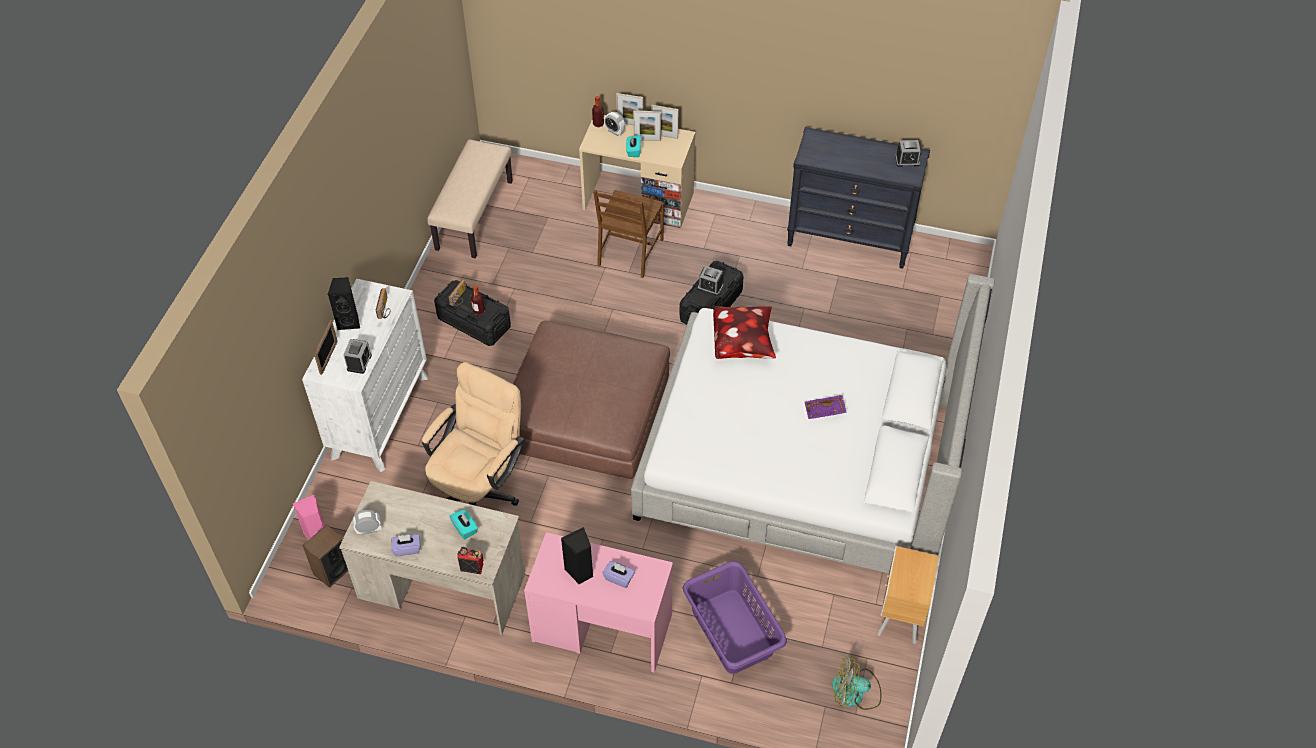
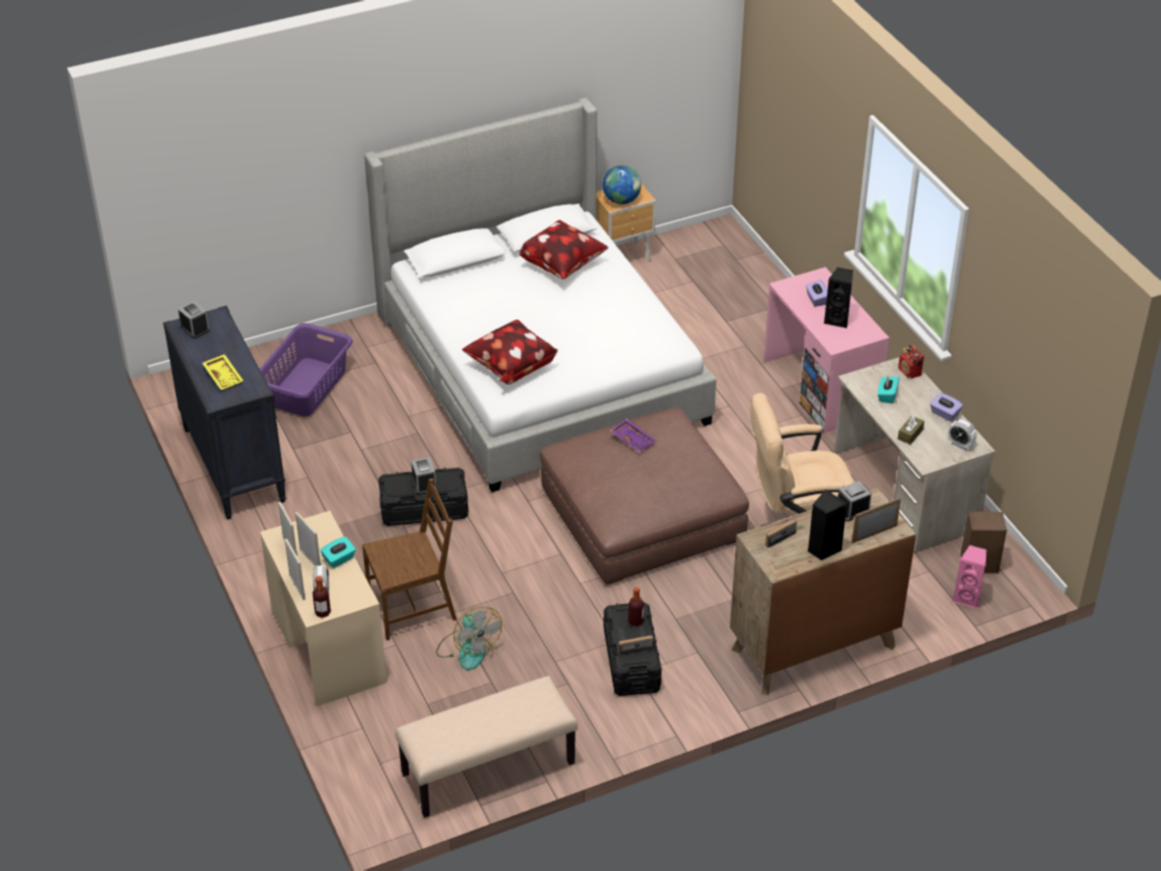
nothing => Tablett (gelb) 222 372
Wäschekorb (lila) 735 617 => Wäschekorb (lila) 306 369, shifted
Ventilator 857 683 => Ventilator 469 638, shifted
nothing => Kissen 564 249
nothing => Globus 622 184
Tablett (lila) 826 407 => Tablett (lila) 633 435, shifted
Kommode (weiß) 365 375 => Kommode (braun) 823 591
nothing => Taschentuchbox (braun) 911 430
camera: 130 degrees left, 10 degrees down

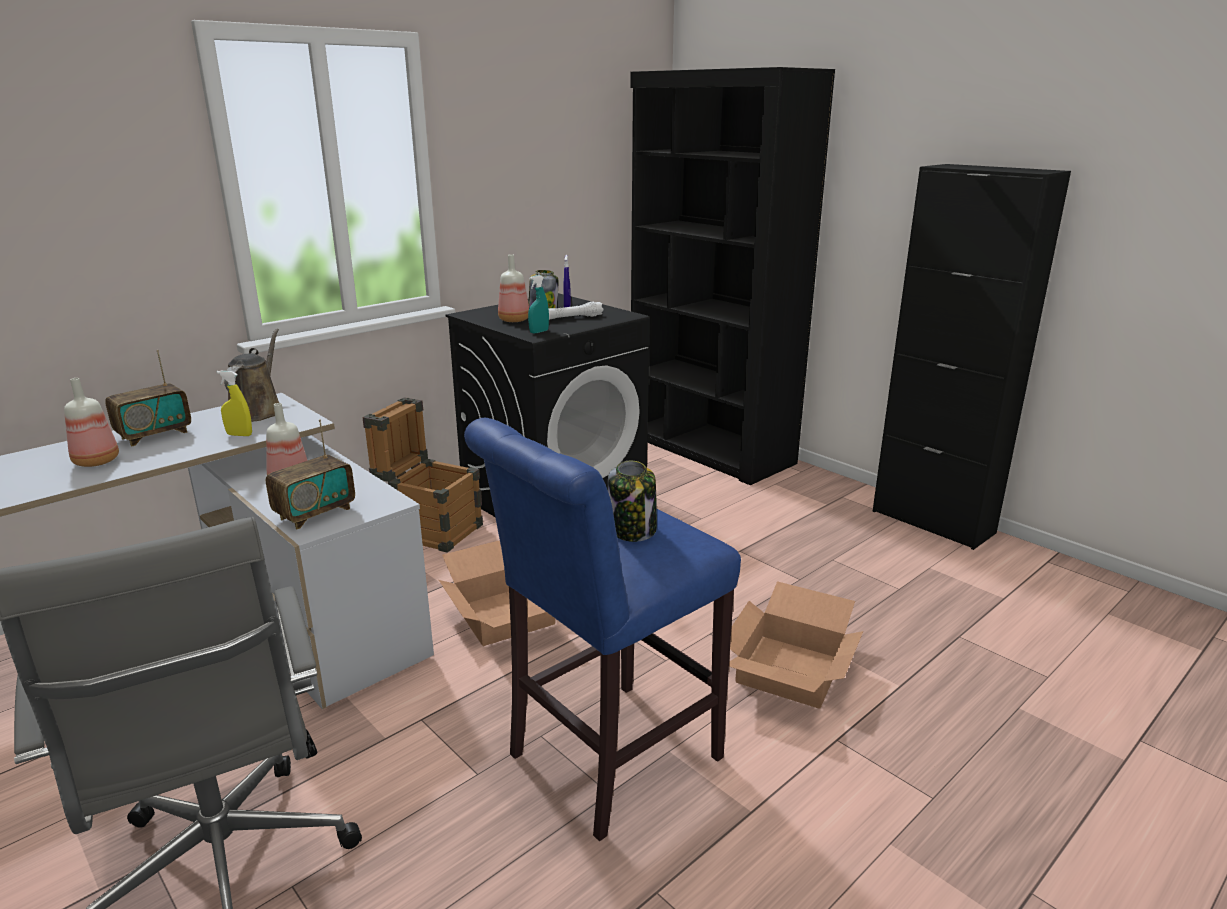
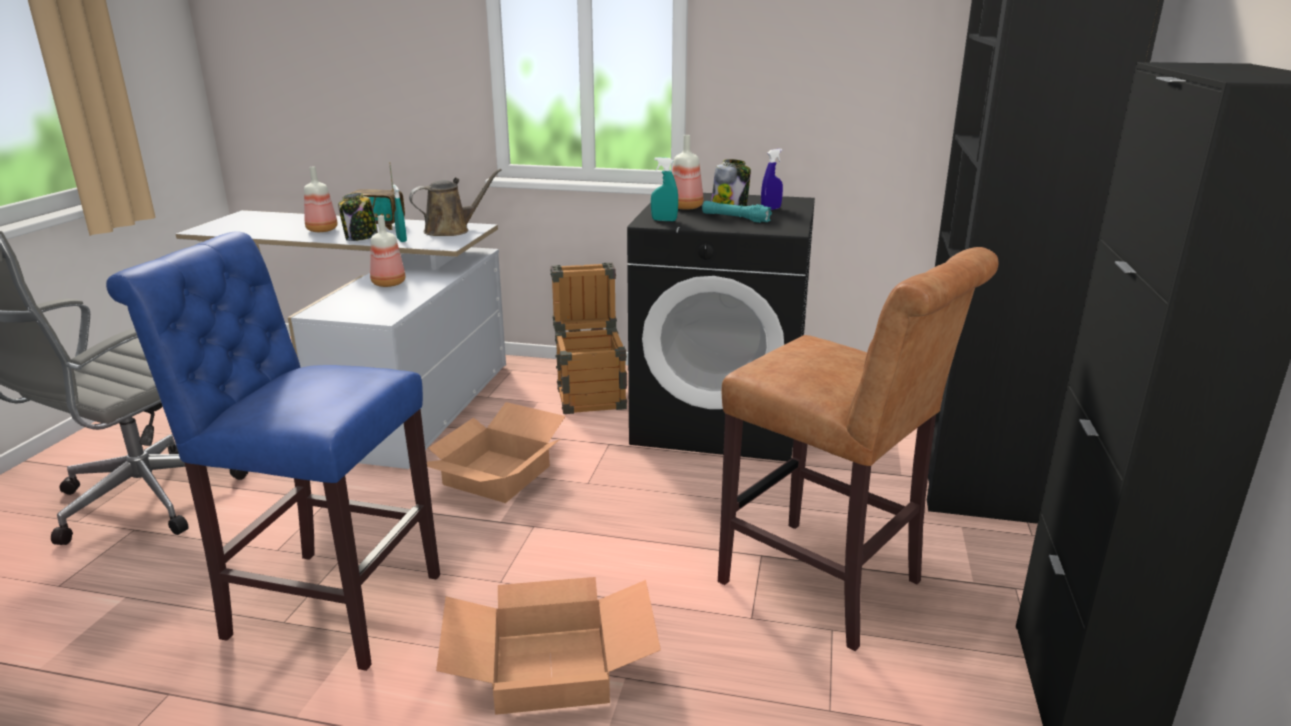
Vorratsglas 632 501 => Vorratsglas 358 217, shifted
Sprühflasche (gelb) 234 403 => Sprühflasche (türkis) 400 213
Taschenlampe (weiß) 576 310 => Taschenlampe (türkis) 737 212
nothing => Hocker (braun) 858 449
Radio 310 474 => nothing
camera: 55 degrees right, 0 degrees up

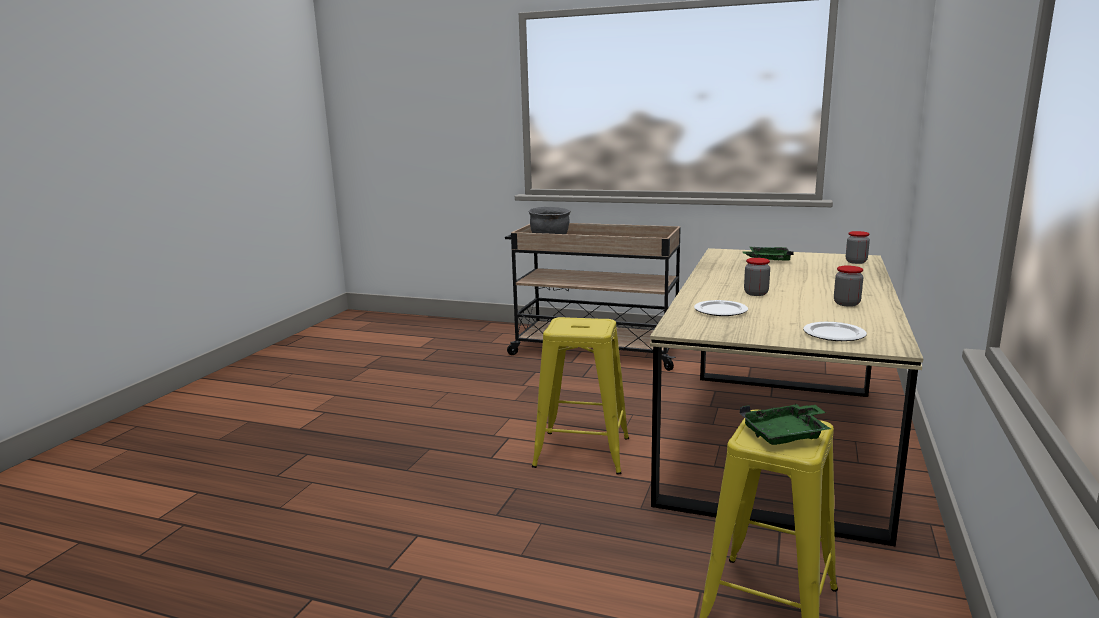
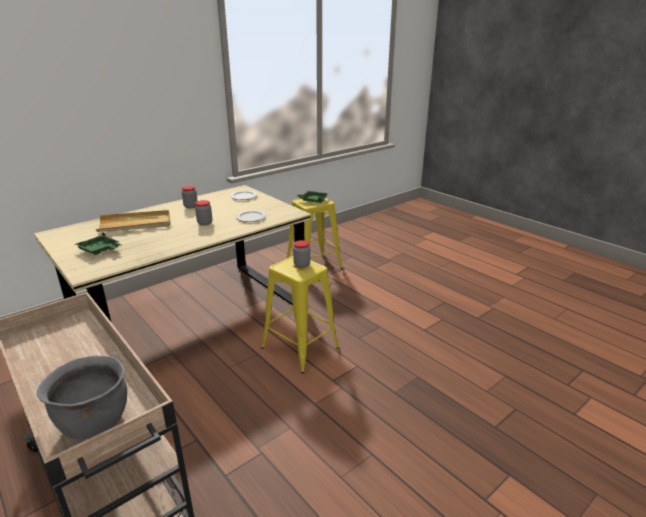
nothing => Tablett (beige) 133 221
Vorratsglas 858 247 => Vorratsglas 301 254, shifted
camera: 150 degrees left, 10 degrees up

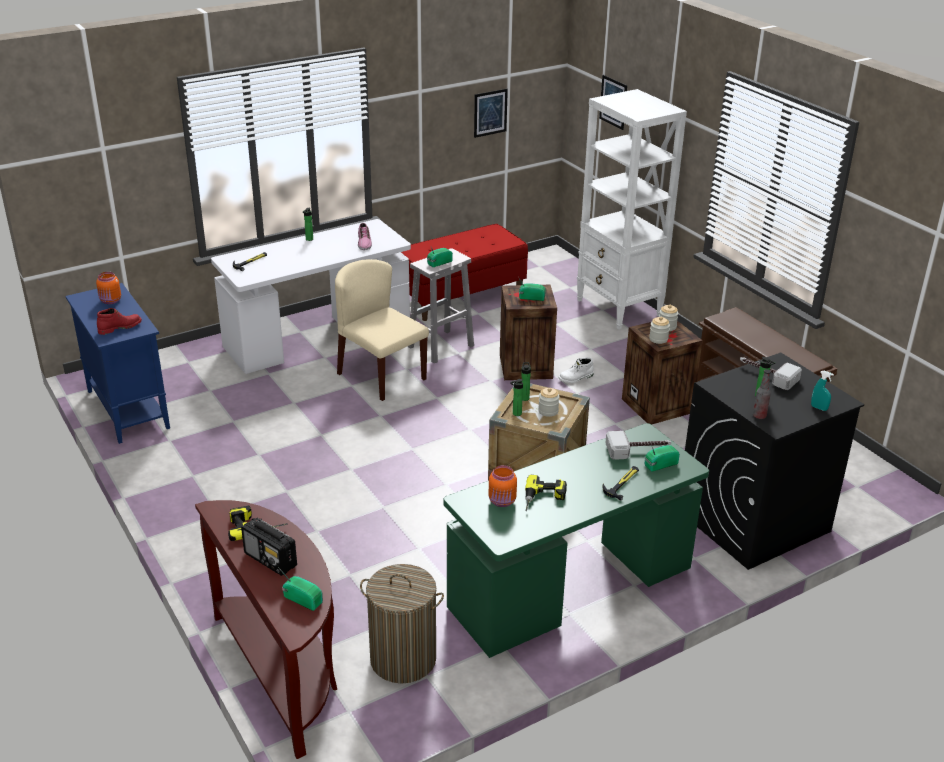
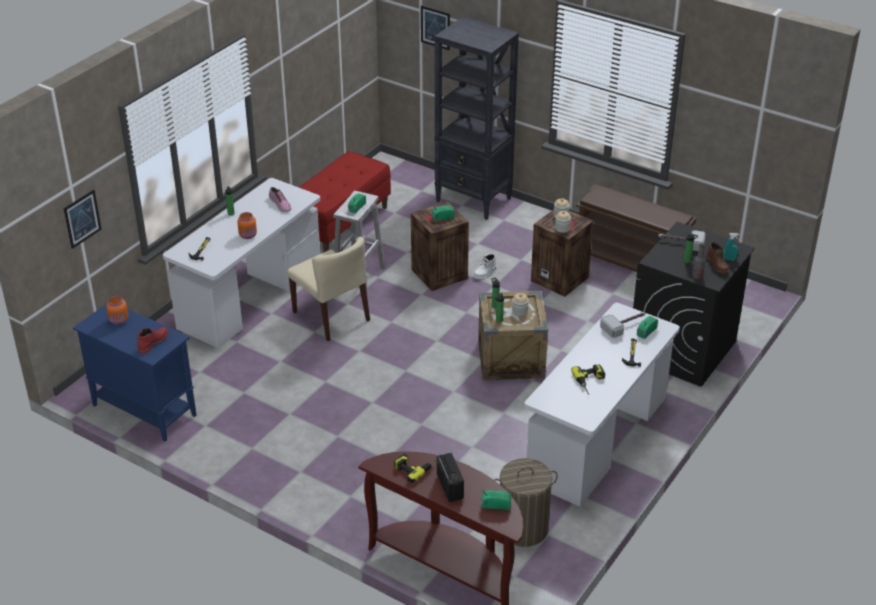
Bild 491 113 => Bild 82 219, shifted
Vorratsglas (orange) 502 486 => Vorratsglas (orange) 247 225, shifted
Stuhl (beige) 382 330 => Stuhl (beige) 328 289, 150 degrees counterclockwise
Bücherregal (weiß) 632 209 => Bücherregal (schwarz) 476 118
Radio 269 547 => Radio 450 477, 120 degrees counterclockwise
Schreibtisch (grün) 576 540 => Schreibtisch (weiß) 602 405
nothing => Stiefel (braun) 717 258
camera: 25 degrees left, 5 degrees up

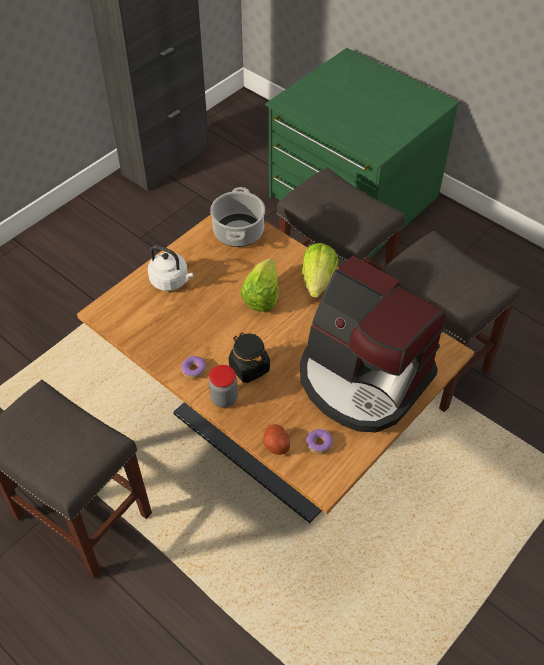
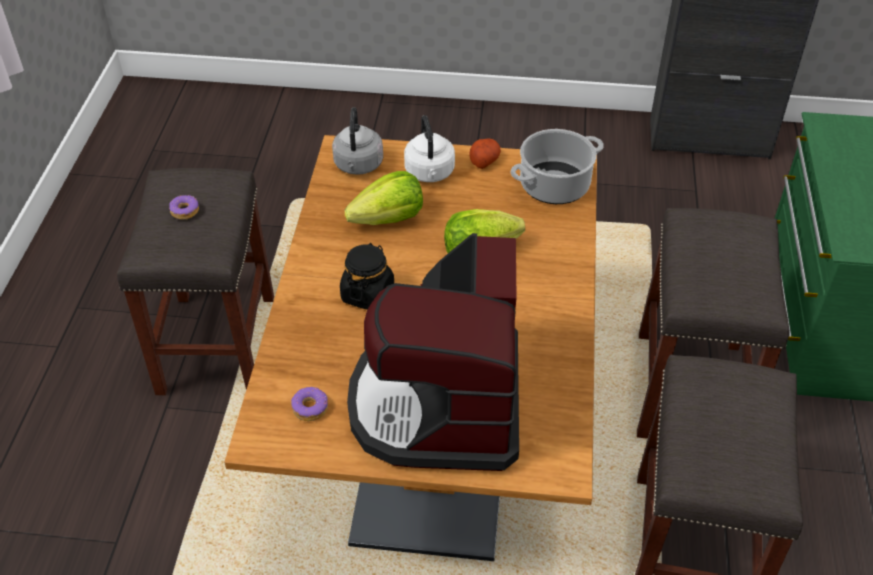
Donut 193 367 => Donut 184 207, shifted
nothing => Wasserkessel (grau) 357 141
Salatkopf 320 270 => Salatkopf 384 198, shifted
Kartoffel 276 439 => Kartoffel 485 153, shifted
Vorratsglas 223 386 => nothing
camera: 55 degrees right, 5 degrees down

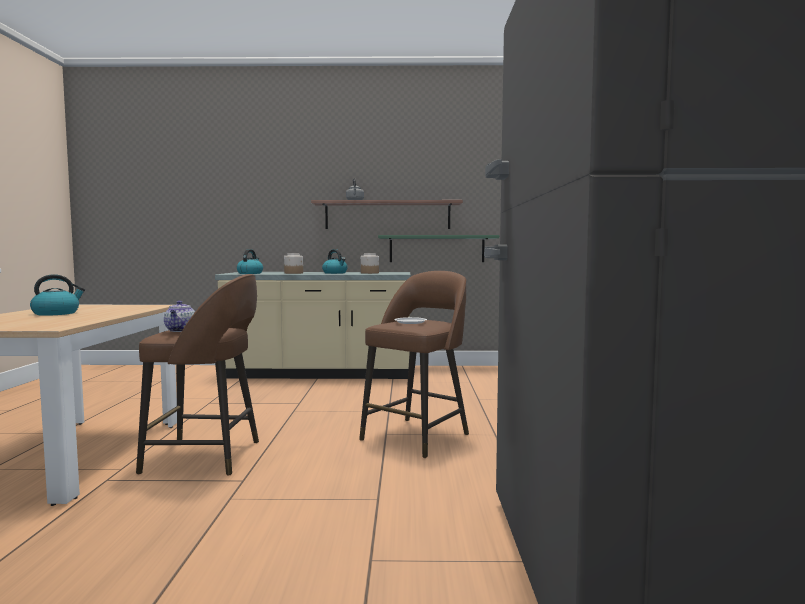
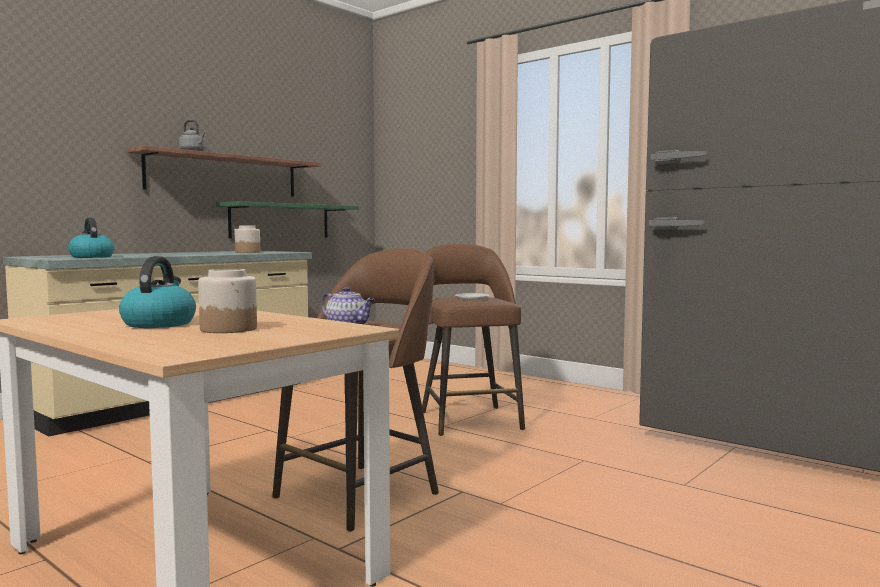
Vorratsglas 293 263 => Vorratsglas 227 301, shifted
Wasserkessel 334 261 => nothing
camera: 50 degrees left, 0 degrees up

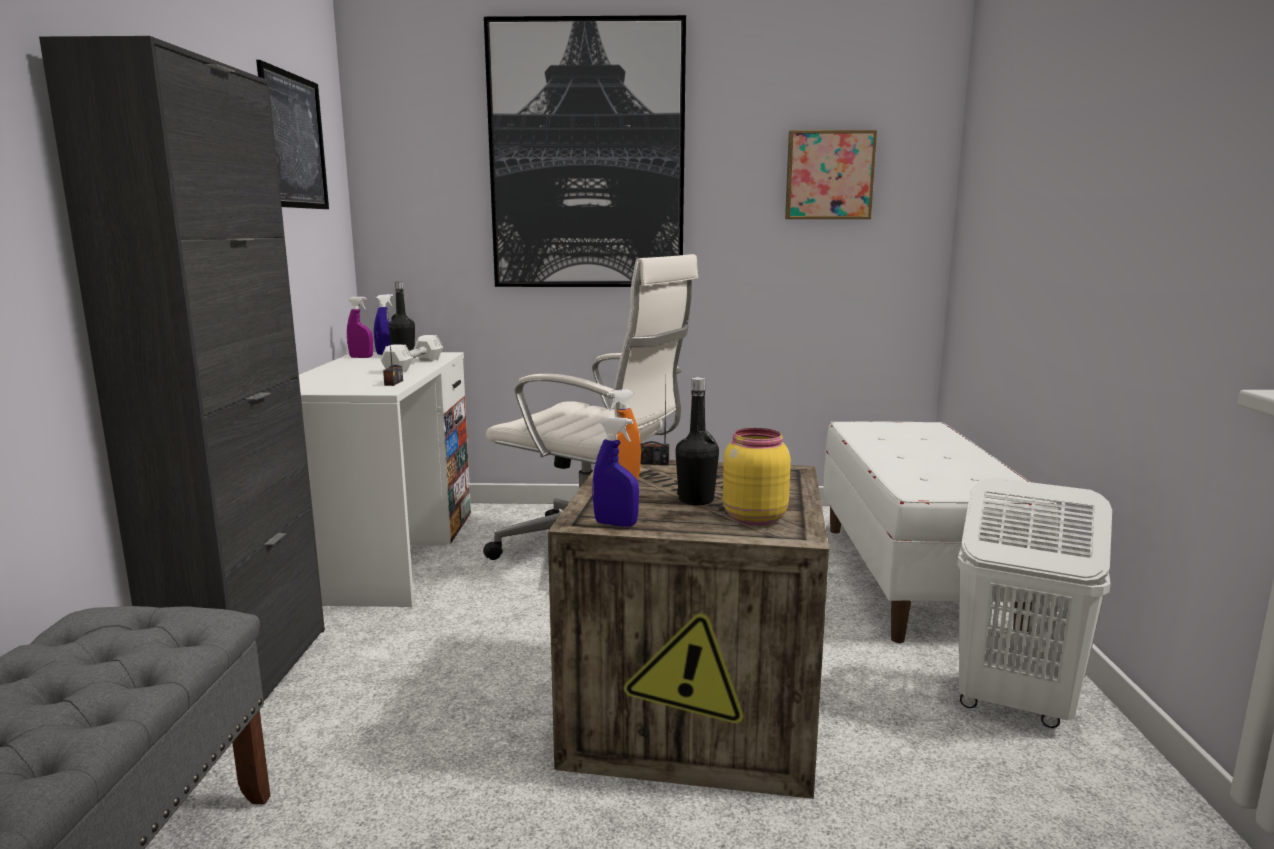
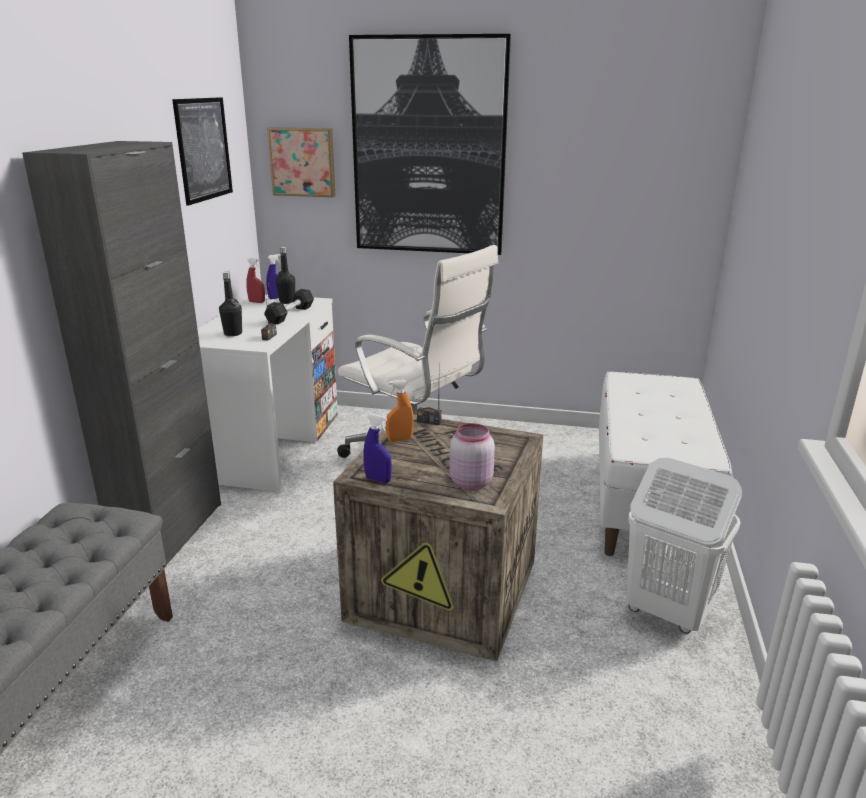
Flasche (schwarz) 697 441 => Flasche (schwarz) 230 304, shifted
Sprühflasche (lila) 360 327 => Sprühflasche (rot) 255 280
Hantel (weiß) 411 353 => Hantel (schwarz) 289 306
Bild 831 174 => Bild 301 162, shifted
Vorratsglas (gelb) 757 477 => Vorratsglas (rosa) 472 456
camera: 10 degrees right, 10 degrees up

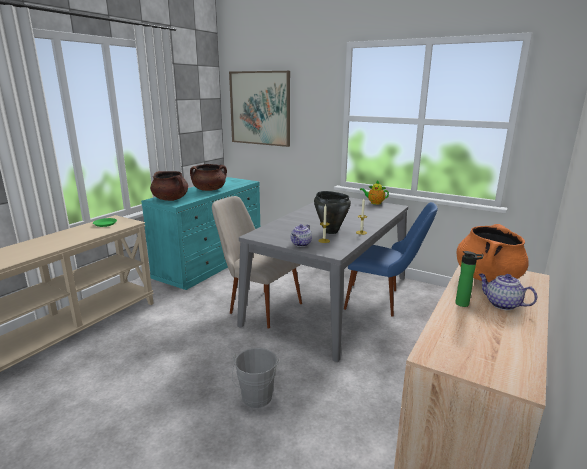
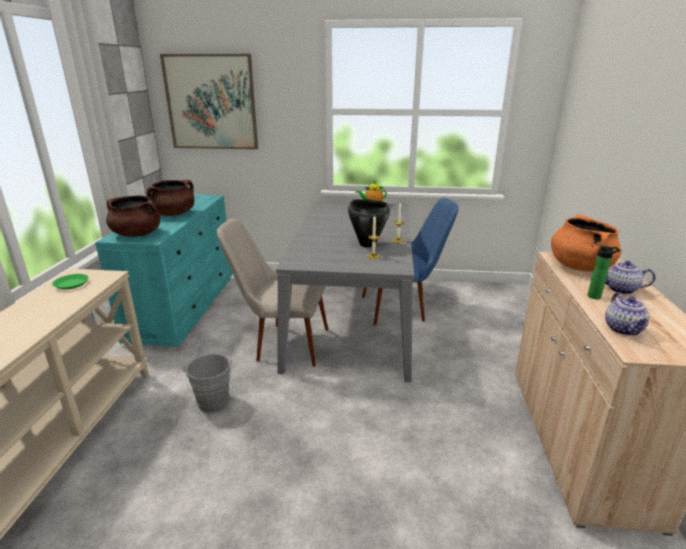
Eimer (grau) 255 378 => Eimer (grau) 207 383, shifted
Teekanne 301 235 => Teekanne 627 313, shifted
camera: 25 degrees left, 5 degrees up

